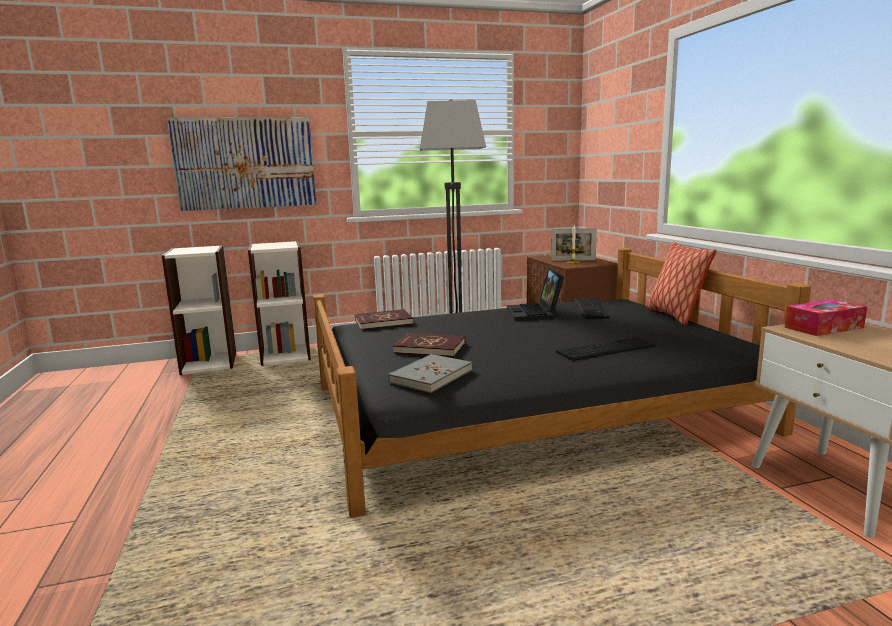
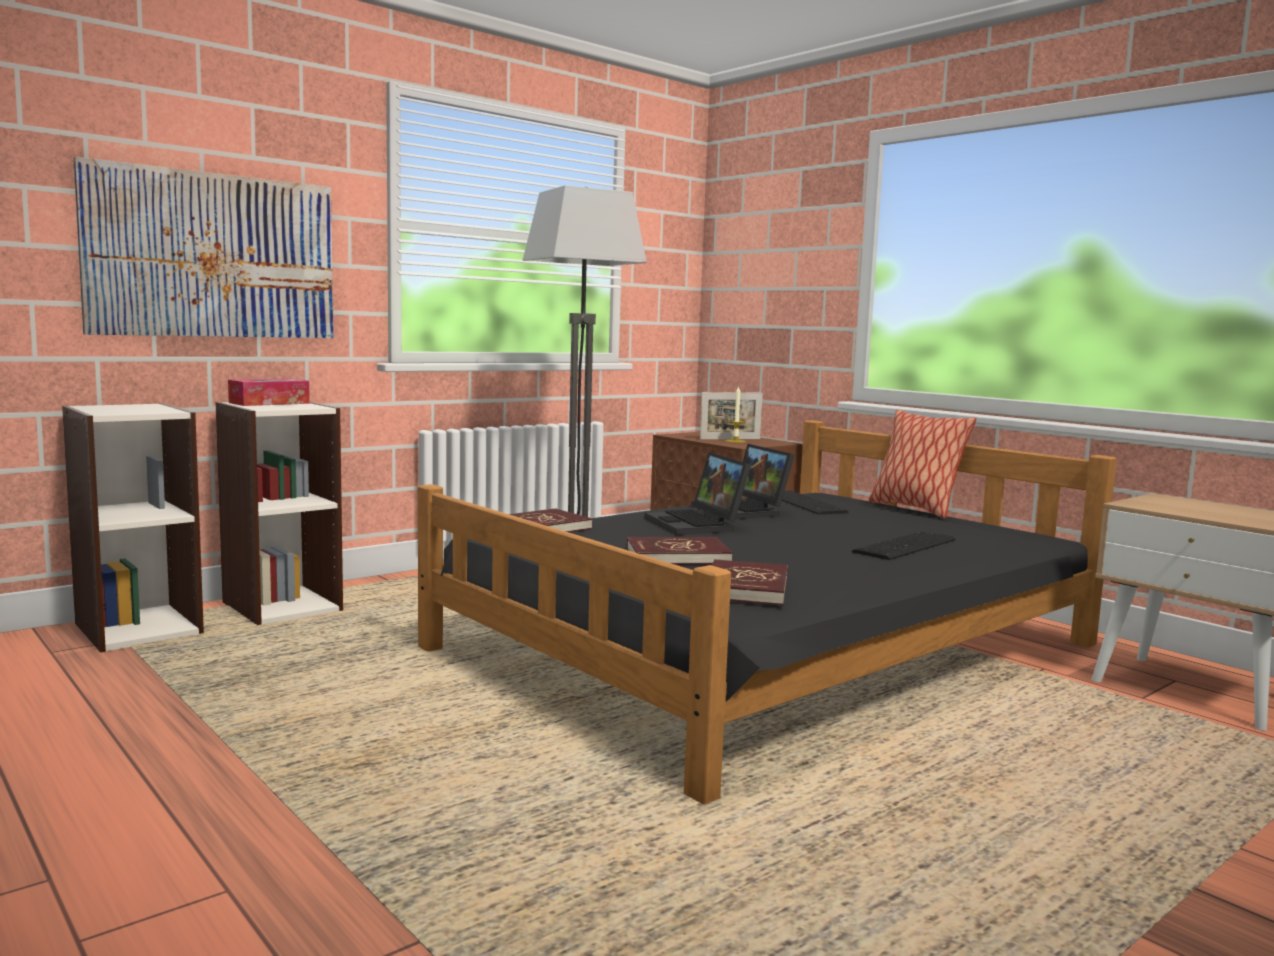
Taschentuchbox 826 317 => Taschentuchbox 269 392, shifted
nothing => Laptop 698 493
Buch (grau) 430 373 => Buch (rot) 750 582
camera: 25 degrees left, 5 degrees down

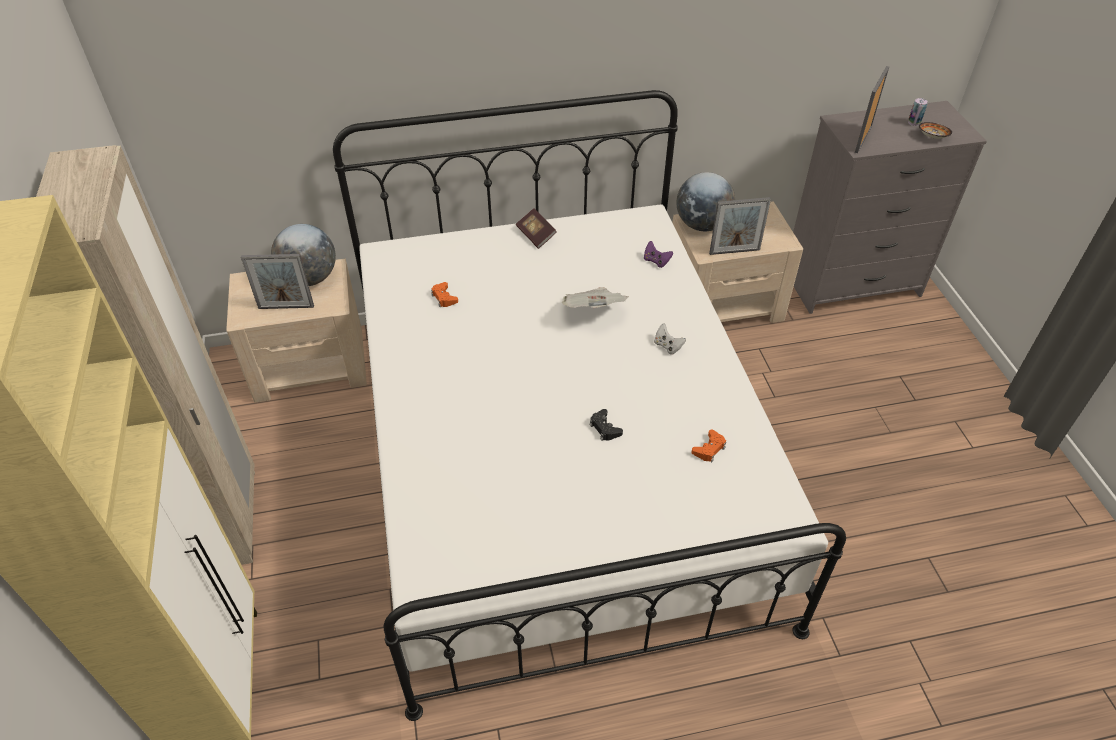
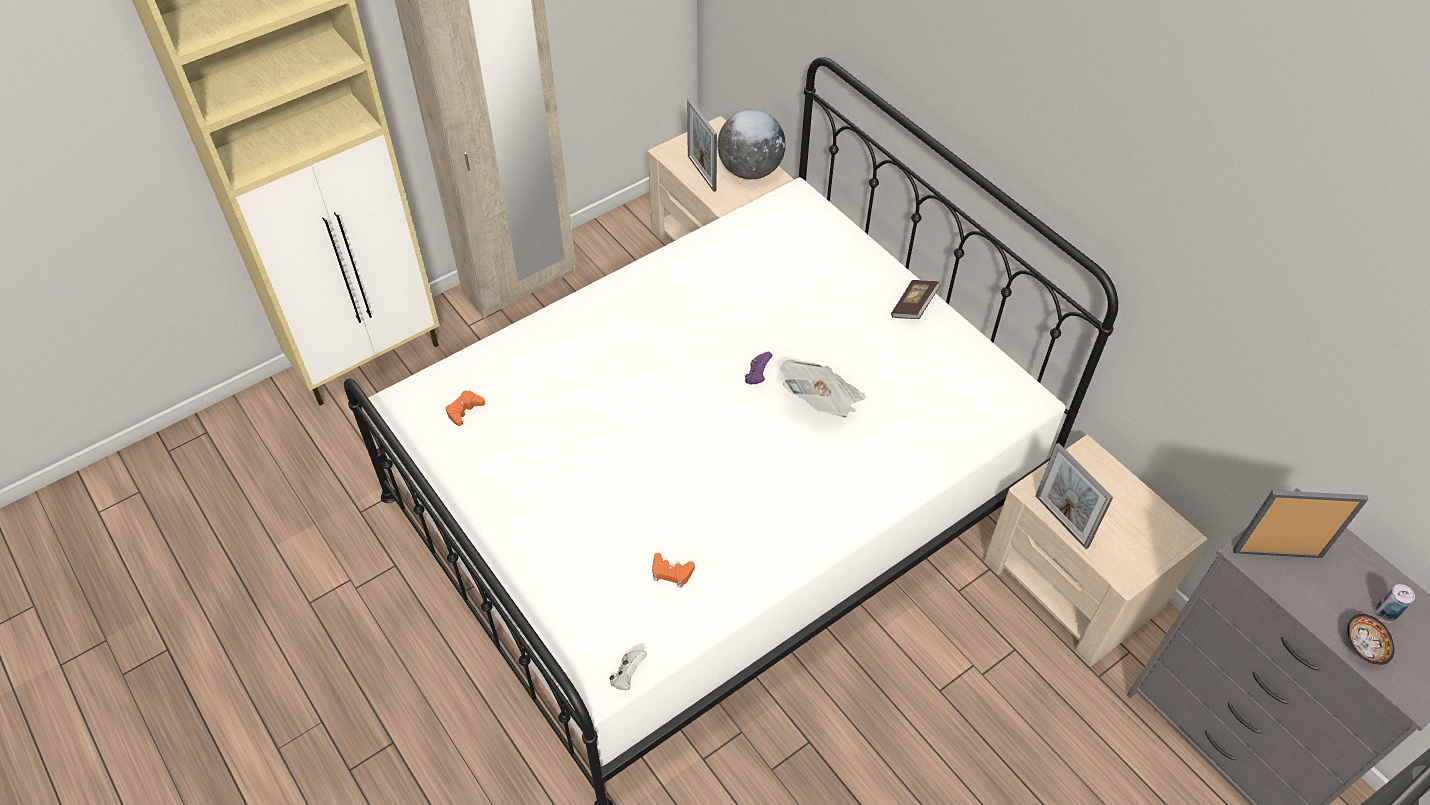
Gamepad (orange) 444 294 => Gamepad (orange) 465 408, shifted
Gamepad (weiß) 670 339 => Gamepad (weiß) 628 670, shifted
Gamepad (lila) 658 254 => Gamepad (lila) 759 368, shifted
Gamepad (schwarz) 606 425 => nothing
Globus 705 201 => nothing
camera: 65 degrees right, 5 degrees up

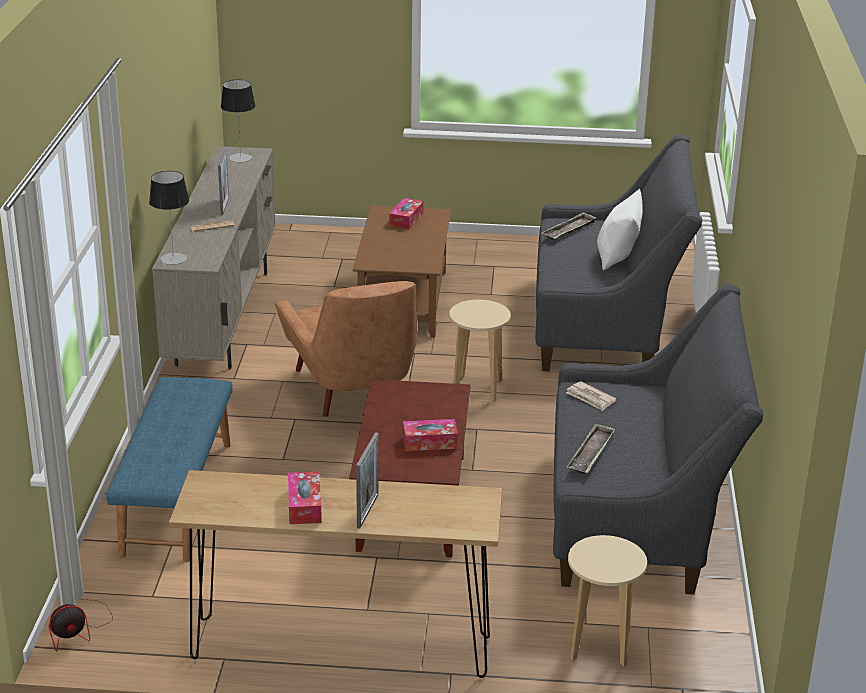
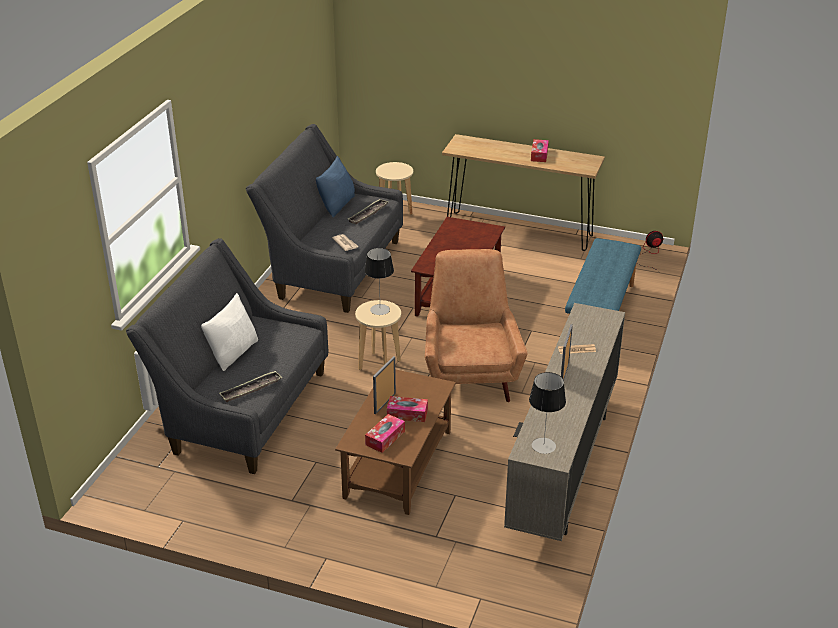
nothing => Kissen (blau) 335 187
Tischlampe 169 218 => Tischlampe 379 281, shifted
Bilderrahmen 367 480 => Bilderrahmen 384 385, shifted
Taschentuchbox 430 435 => Taschentuchbox 407 409, shifted
camera: 165 degrees left, 5 degrees up

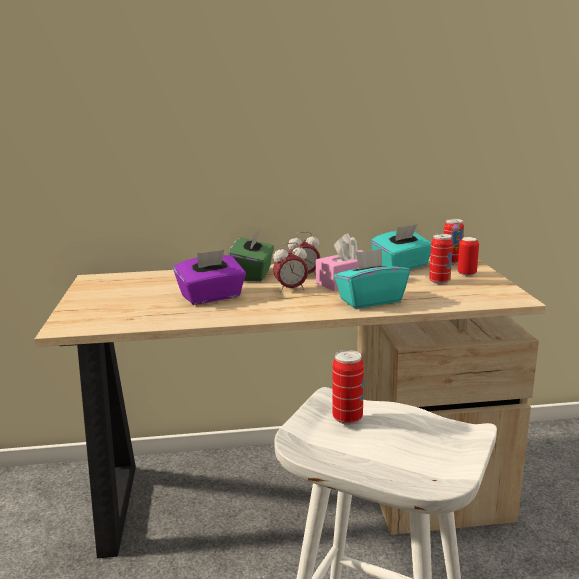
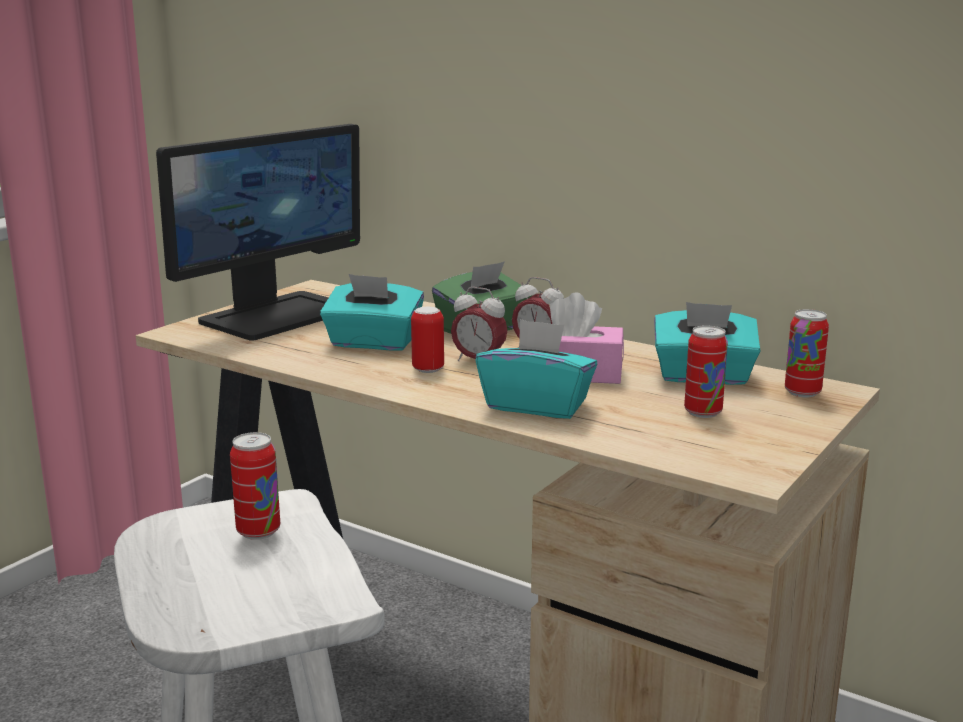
nothing => Monitor 258 232
Taschentuchbox (lila) 209 277 => Taschentuchbox (türkis) 372 312
Dose 468 256 => Dose 427 340, shifted
camera: 40 degrees right, 0 degrees up

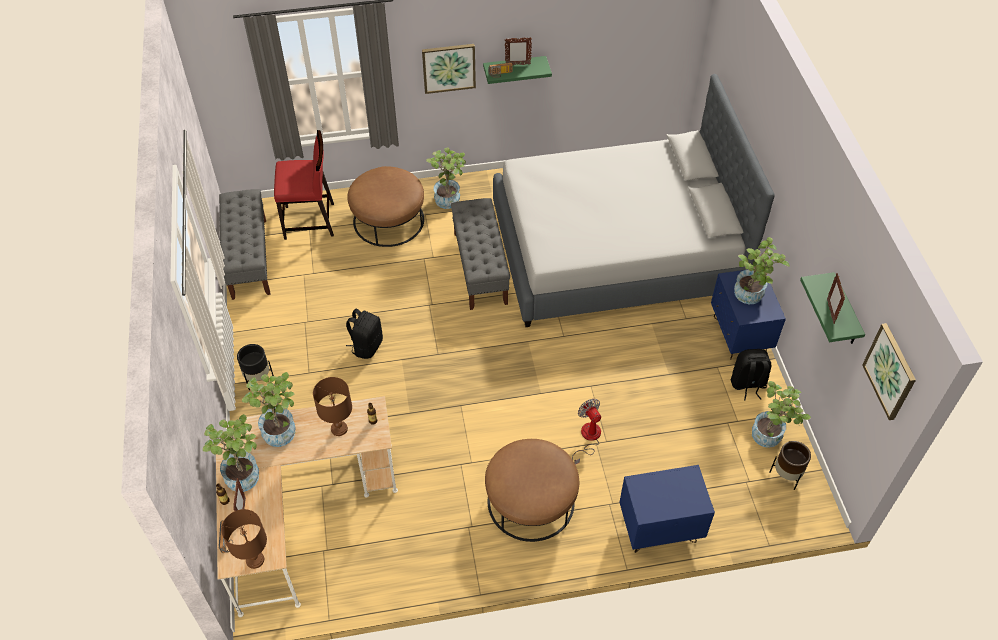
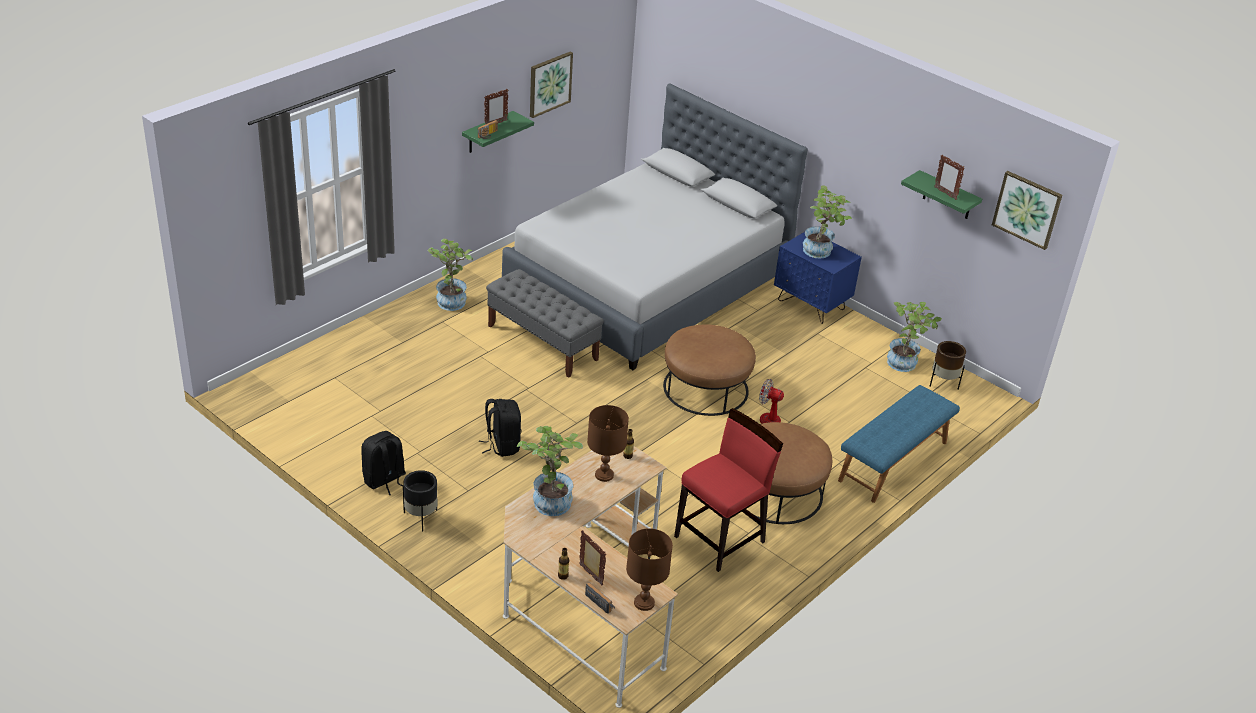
Rucksack (schwarz) 751 374 => Rucksack (schwarz) 383 463, shifted
Bild 449 69 => Bild 551 85, shifted
Polsterhocker (braun) 385 206 => Polsterhocker (braun) 709 370, shifted
Stuhl (rot) 304 185 => Stuhl (rot) 728 490, shifted
Nachttisch (blau) 667 509 => Bank (blau) 899 444
Topfpflanze 231 453 => nothing
Bank (grau) 244 244 => nothing
camera: 40 degrees left, 15 degrees down

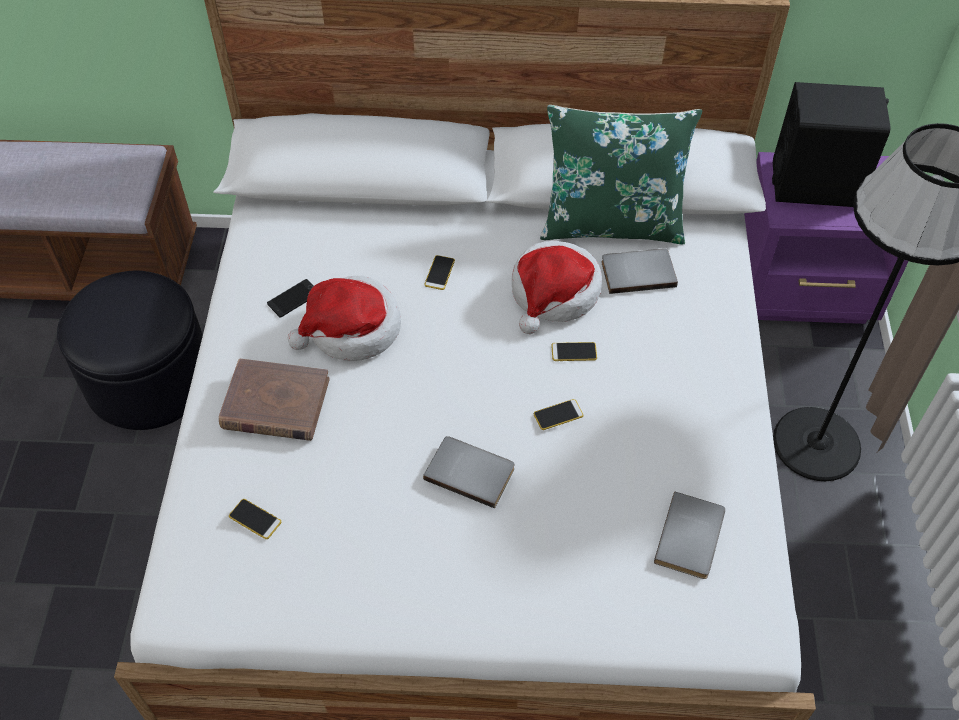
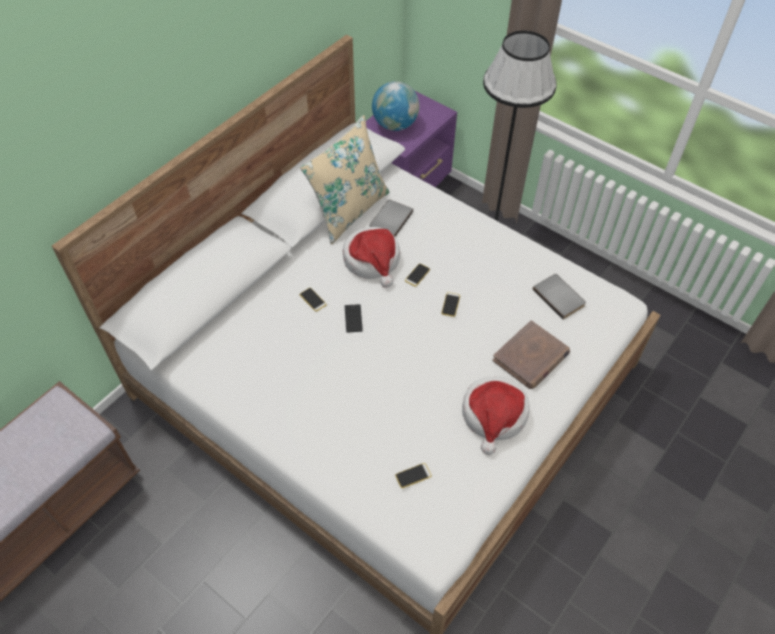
Kissen (grün) 621 175 => Kissen (beige) 344 179
Handy 290 298 => Handy 354 318, shifted
Lautsprecher (schwarz) 831 144 => Globus 395 106
Hut 344 318 => Hut 496 416, shifted
Buch (braun) 274 400 => Buch (braun) 531 354, shifted
Polsterhocker (schwarz) 130 350 => nothing
Buch (grau) 469 472 => nothing
camera: 55 degrees left, 0 degrees up

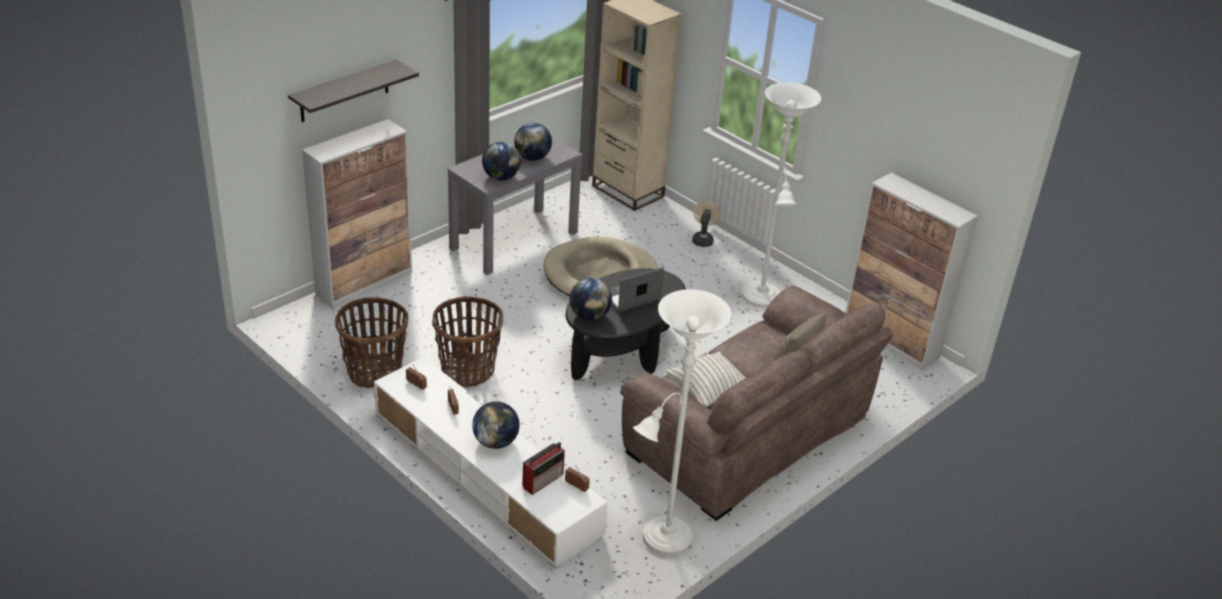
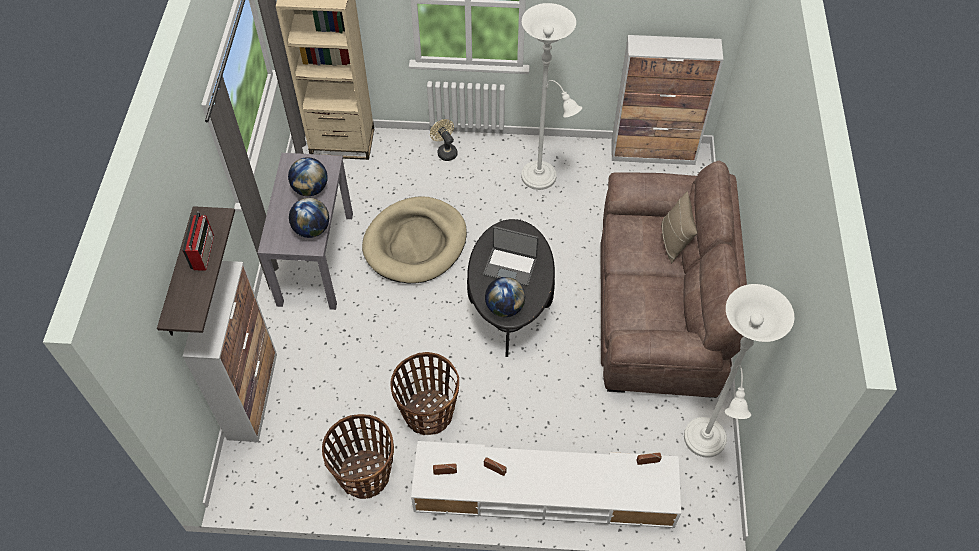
Radio 543 468 => Radio 198 241, shifted
Laptop 636 289 => Laptop 511 256, 90 degrees counterclockwise
Globus 496 425 => nothing
Kissen 706 379 => nothing
camera: 40 degrees left, 20 degrees up

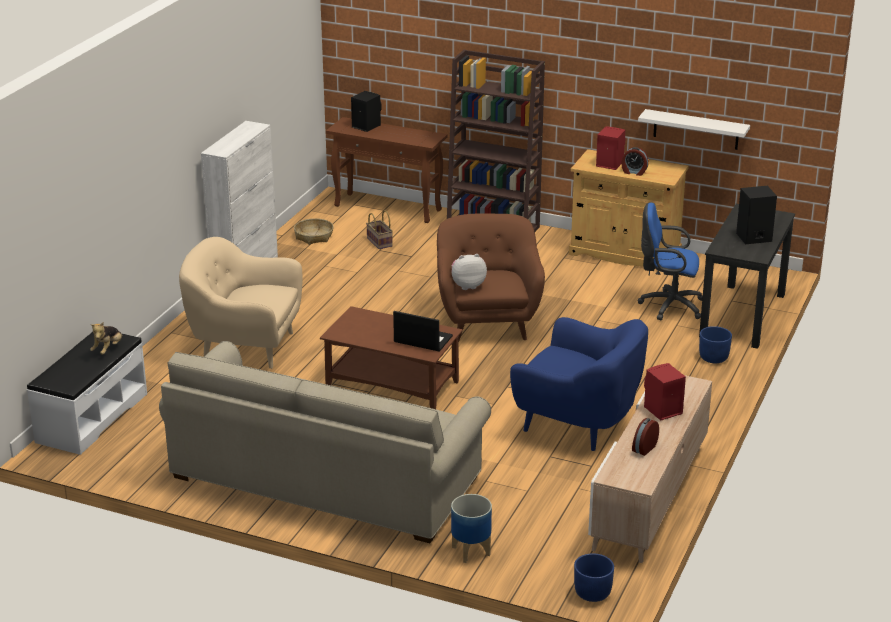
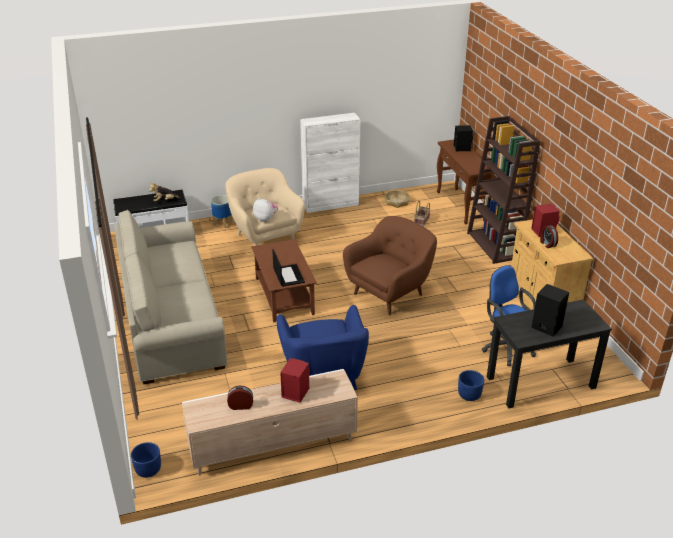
Pflanzkübel 471 528 => Pflanzkübel 222 211, shifted
Plüschtier 469 272 => Plüschtier 265 210, shifted
Wandregal (weiß) 694 129 => nothing
camera: 50 degrees right, 5 degrees up

